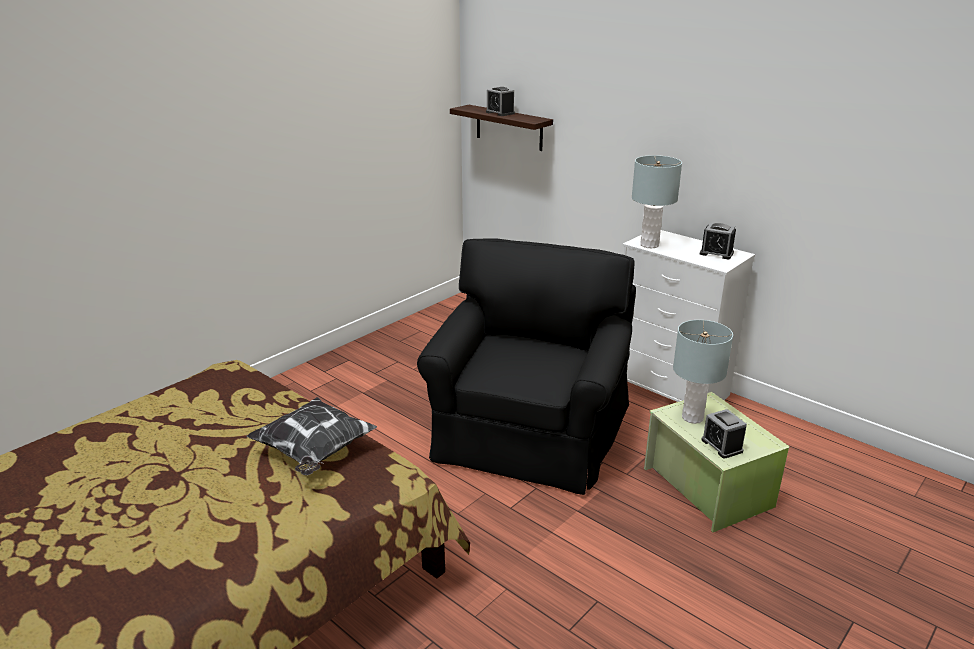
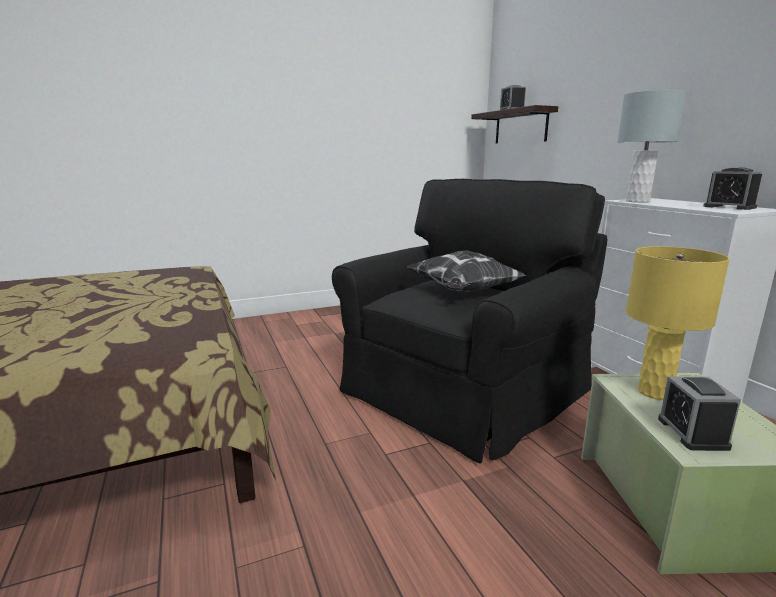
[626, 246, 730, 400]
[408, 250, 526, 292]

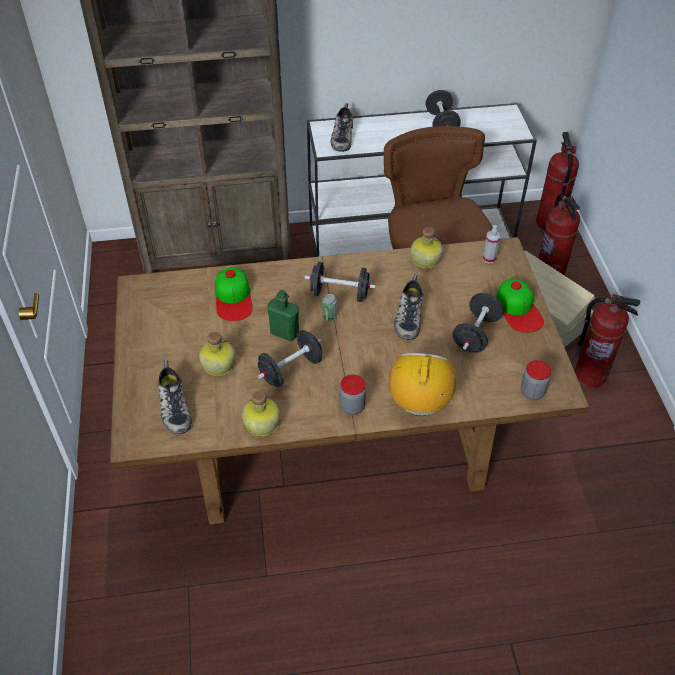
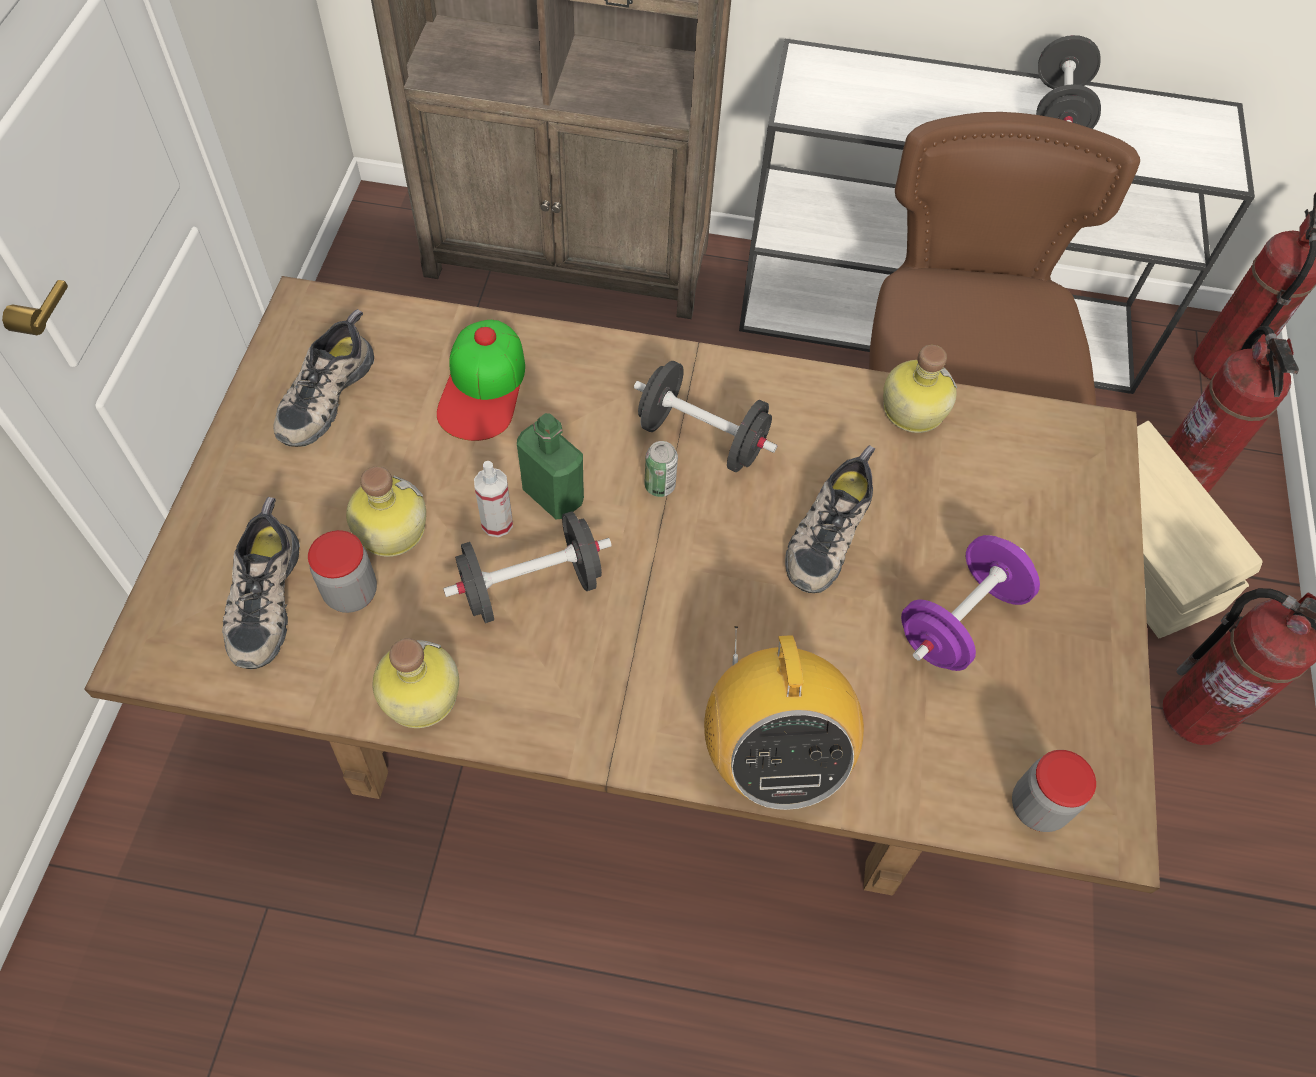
[273, 309, 374, 447]
[474, 461, 513, 537]
[496, 279, 544, 333] (first image)
[901, 535, 1040, 671]
[704, 626, 864, 810]
[308, 530, 377, 613]

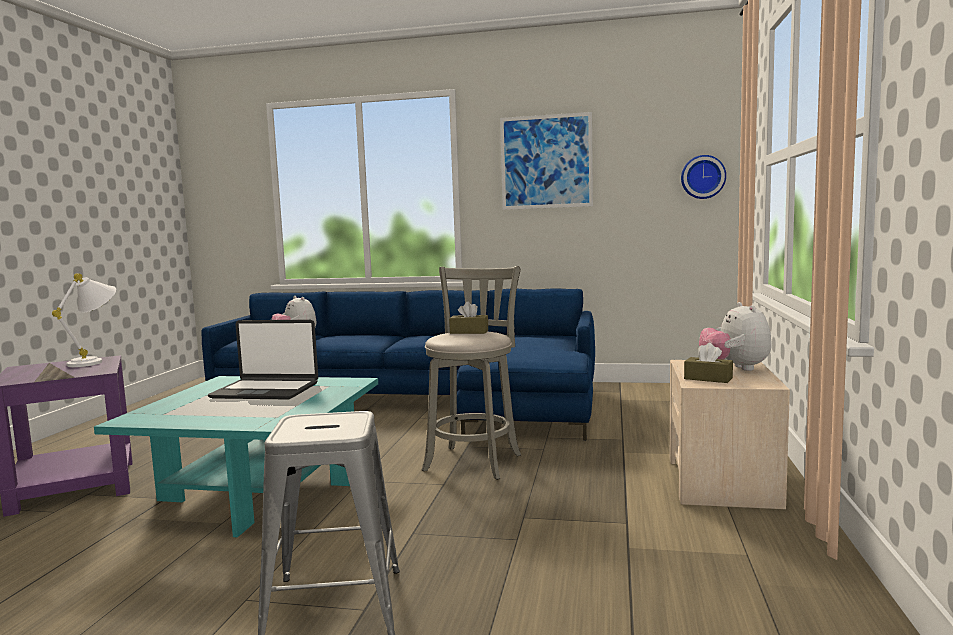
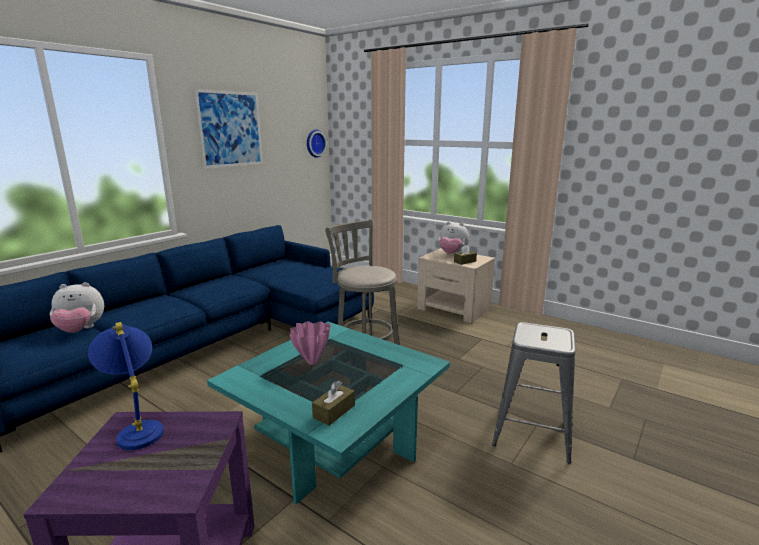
[88, 322, 164, 450]
[312, 380, 355, 426]
[290, 321, 331, 365]

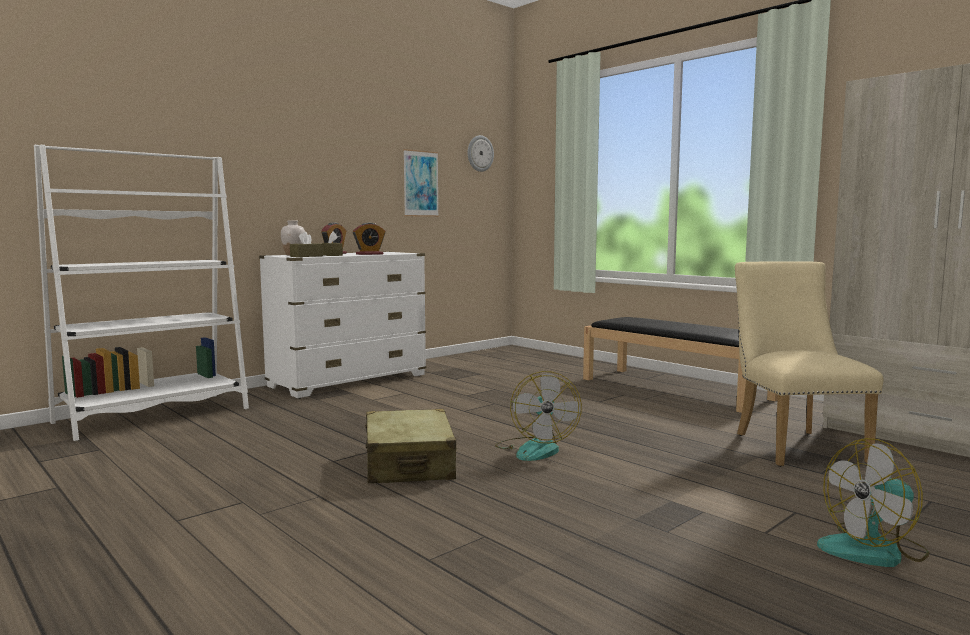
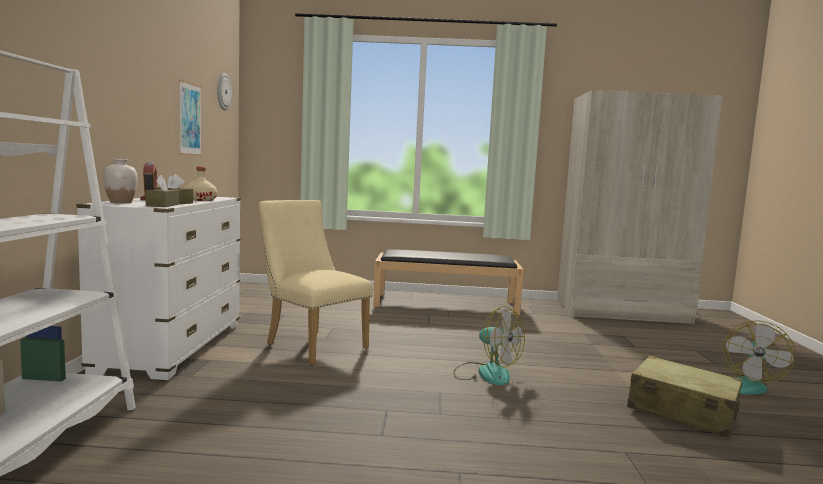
[185, 167, 217, 201]
[259, 200, 373, 365]
[627, 355, 743, 438]

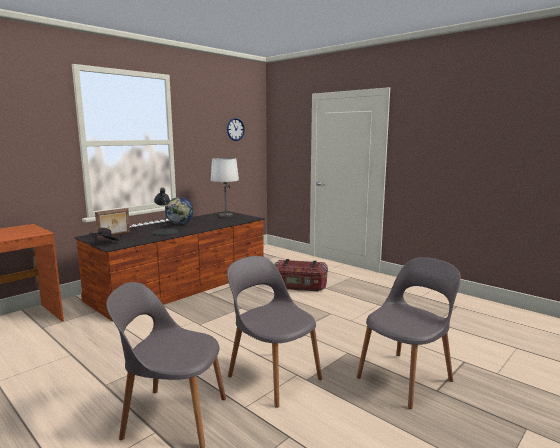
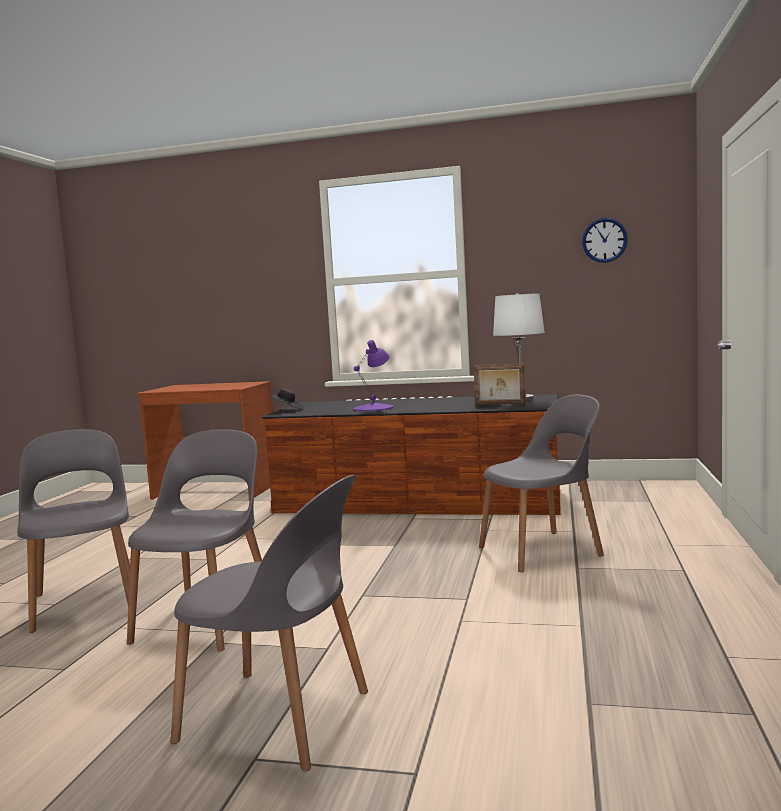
[354, 340, 394, 411]
[165, 197, 194, 225] (first image)
[474, 363, 526, 405]
[479, 395, 604, 572]

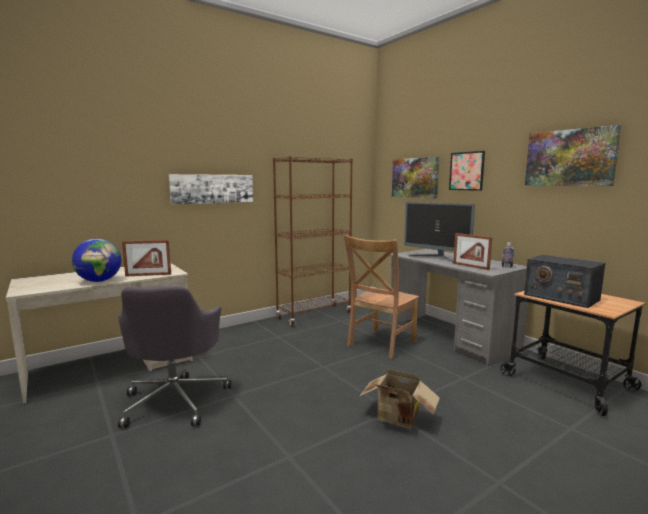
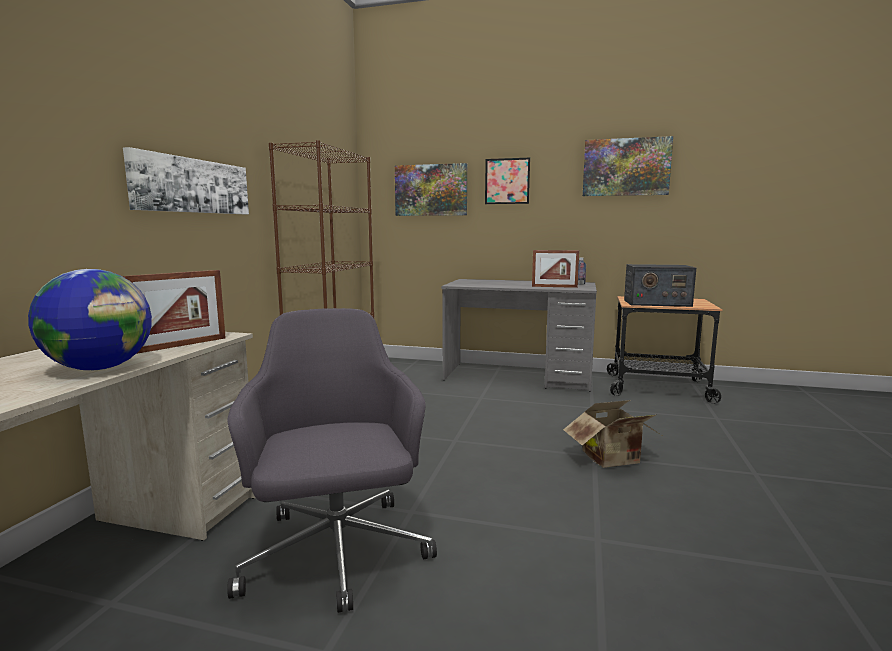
[404, 202, 475, 262] (first image)
[344, 235, 419, 359] (first image)
[227, 308, 437, 613]

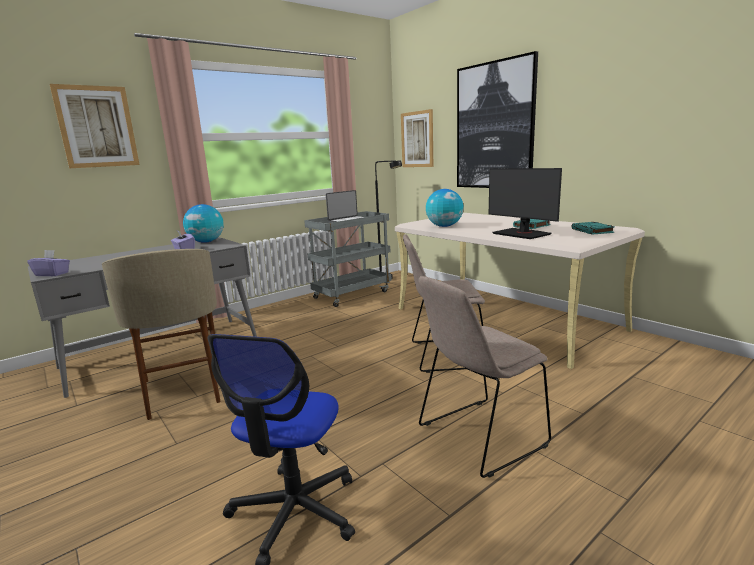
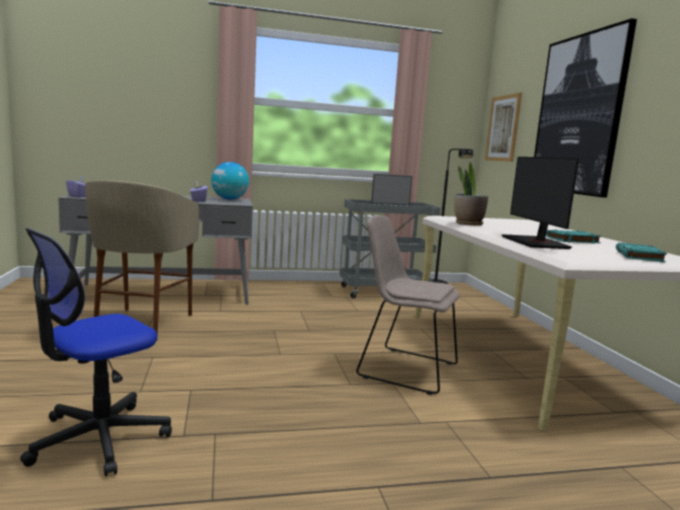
[50, 84, 140, 168] (first image)
[454, 163, 488, 225]
[418, 276, 551, 478] (first image)

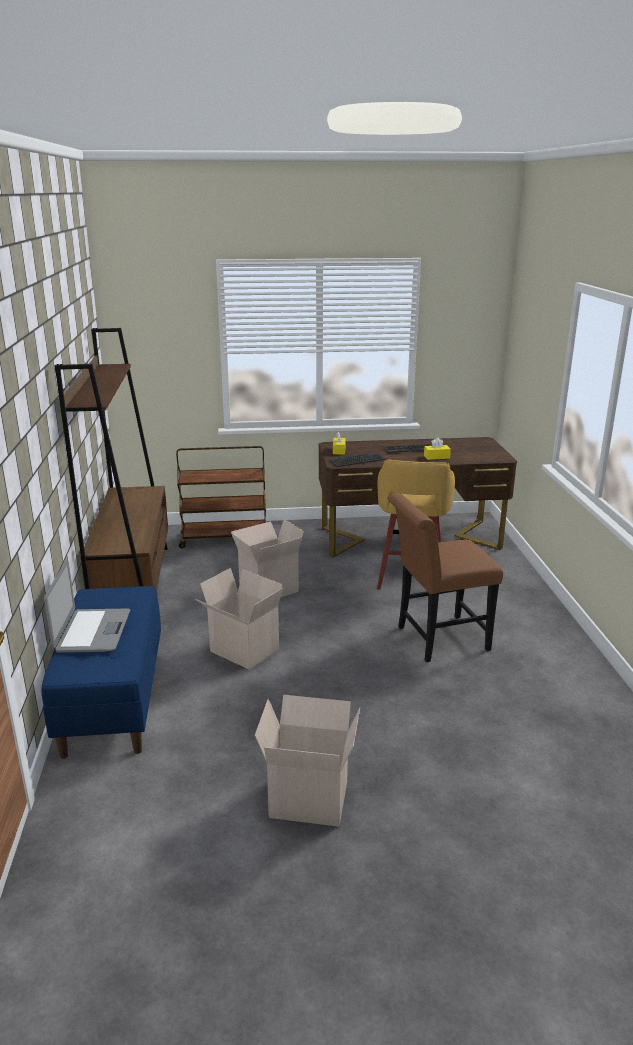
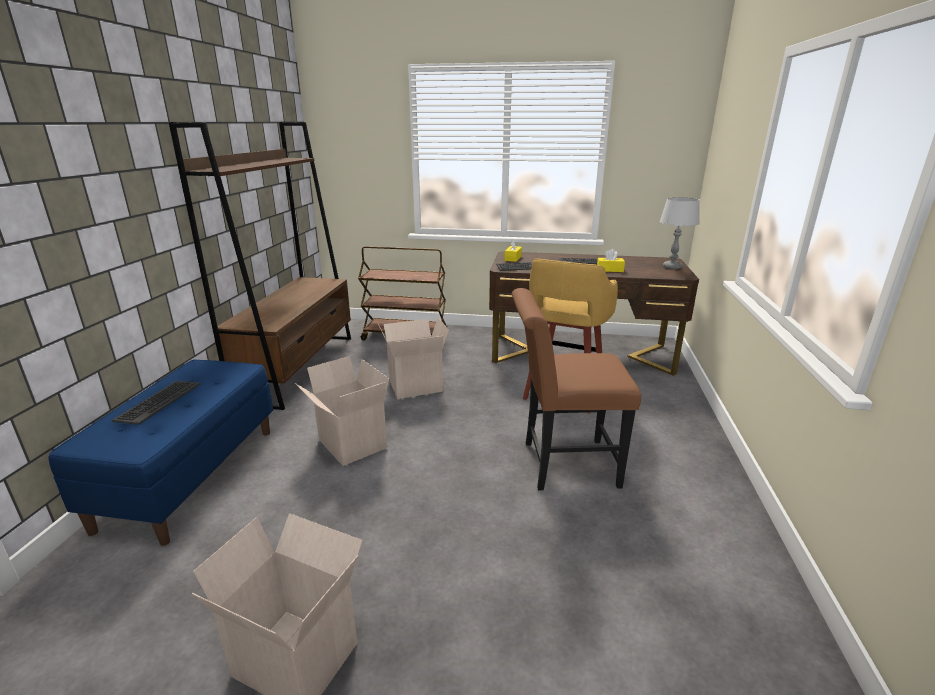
[112, 381, 200, 425]
[660, 197, 700, 269]

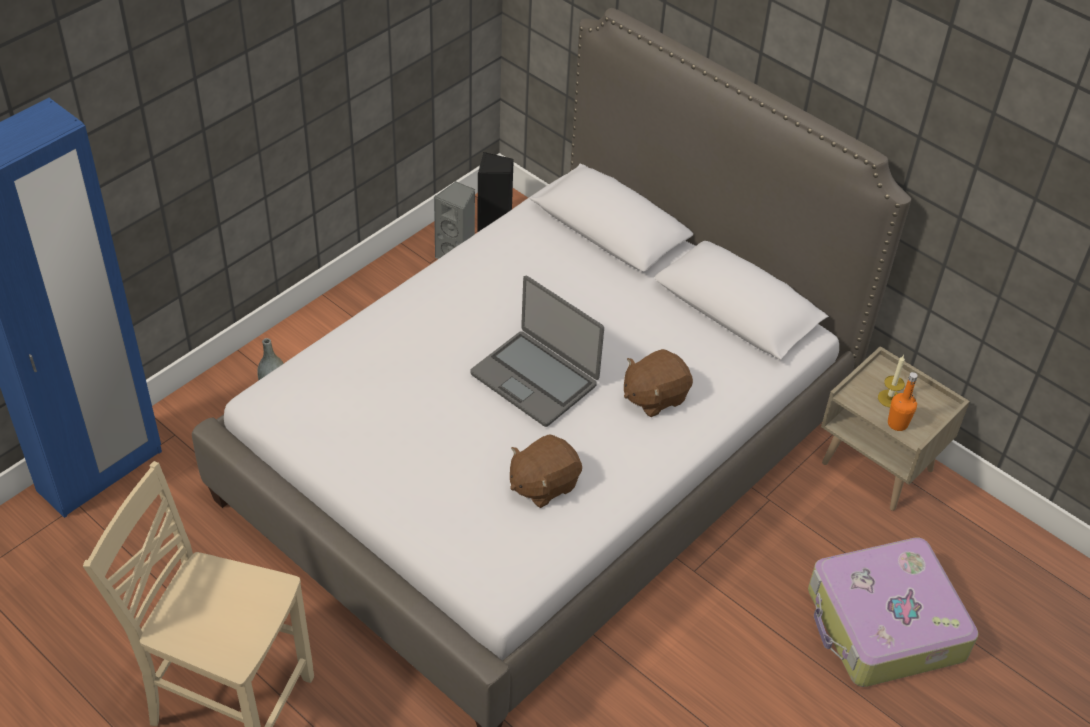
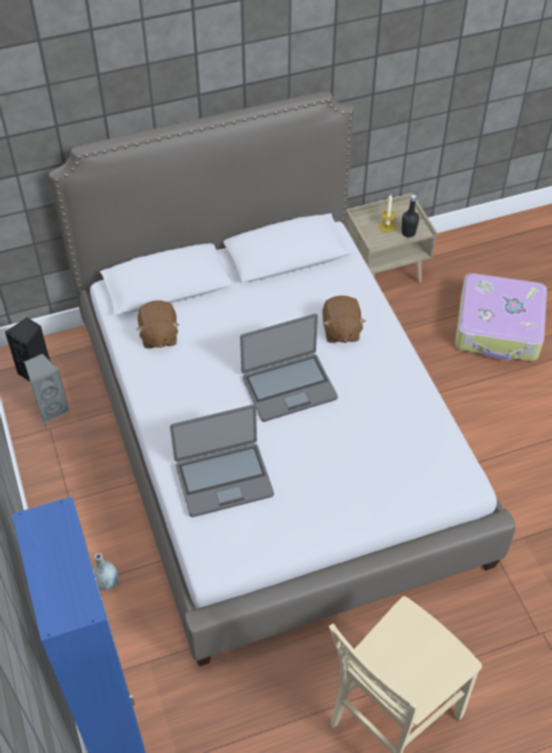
[402, 195, 419, 237]
[136, 300, 179, 349]
[170, 405, 274, 517]

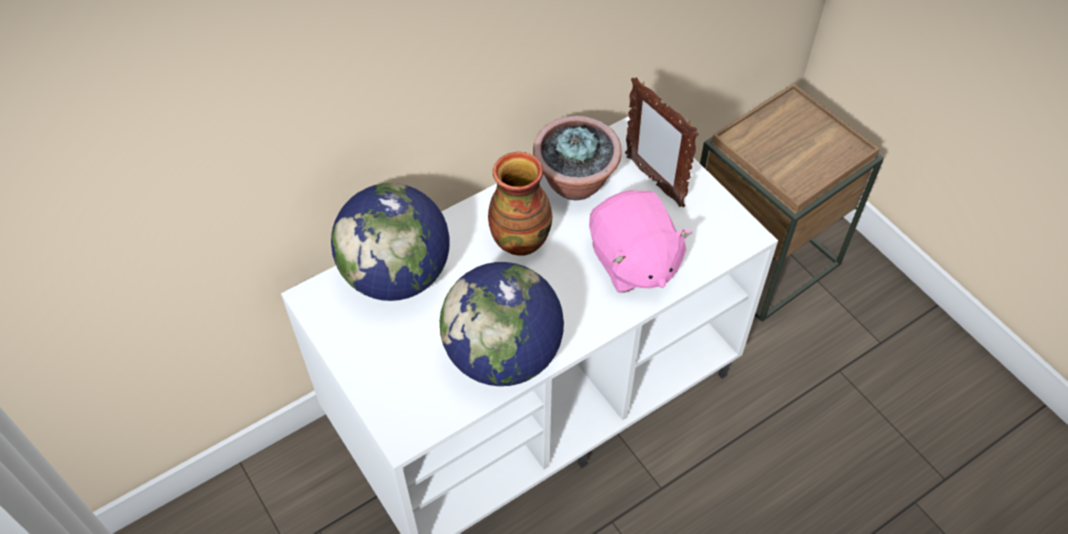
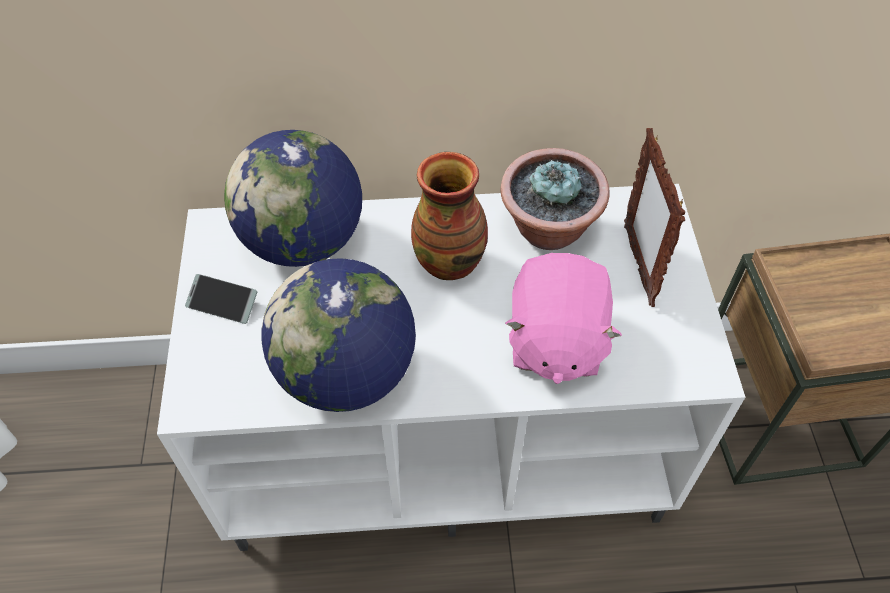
[185, 274, 257, 324]

